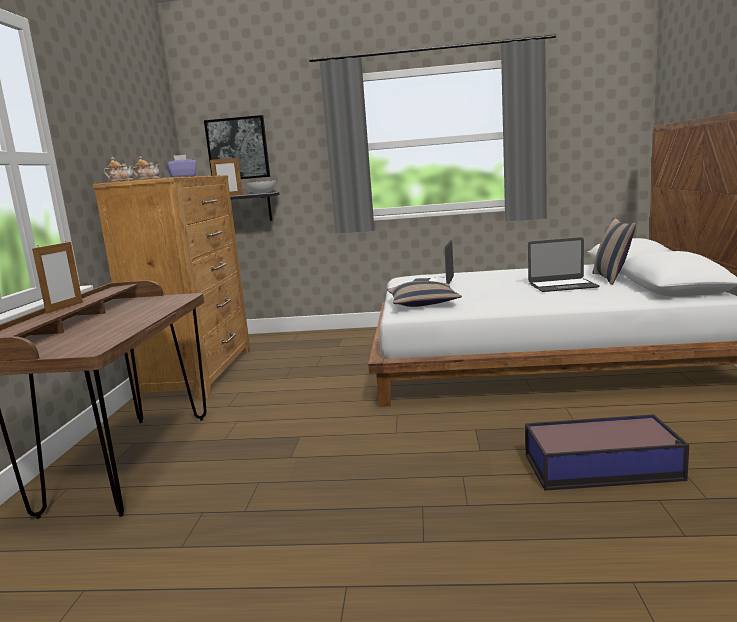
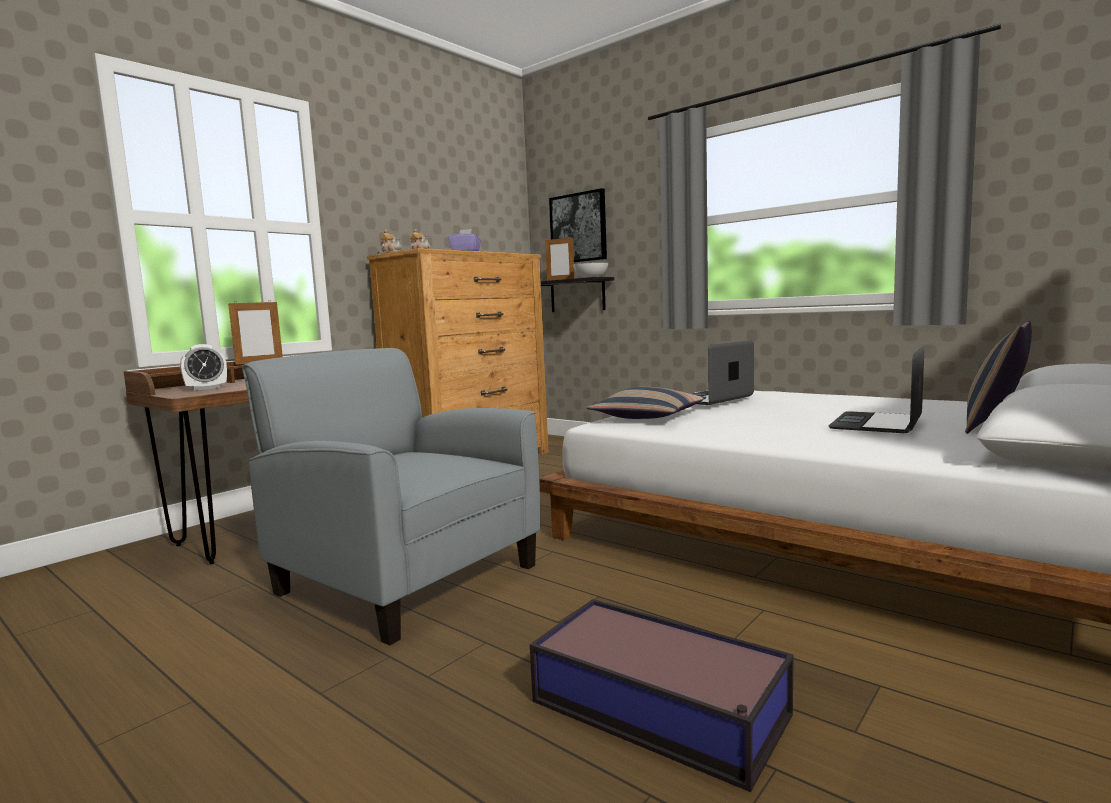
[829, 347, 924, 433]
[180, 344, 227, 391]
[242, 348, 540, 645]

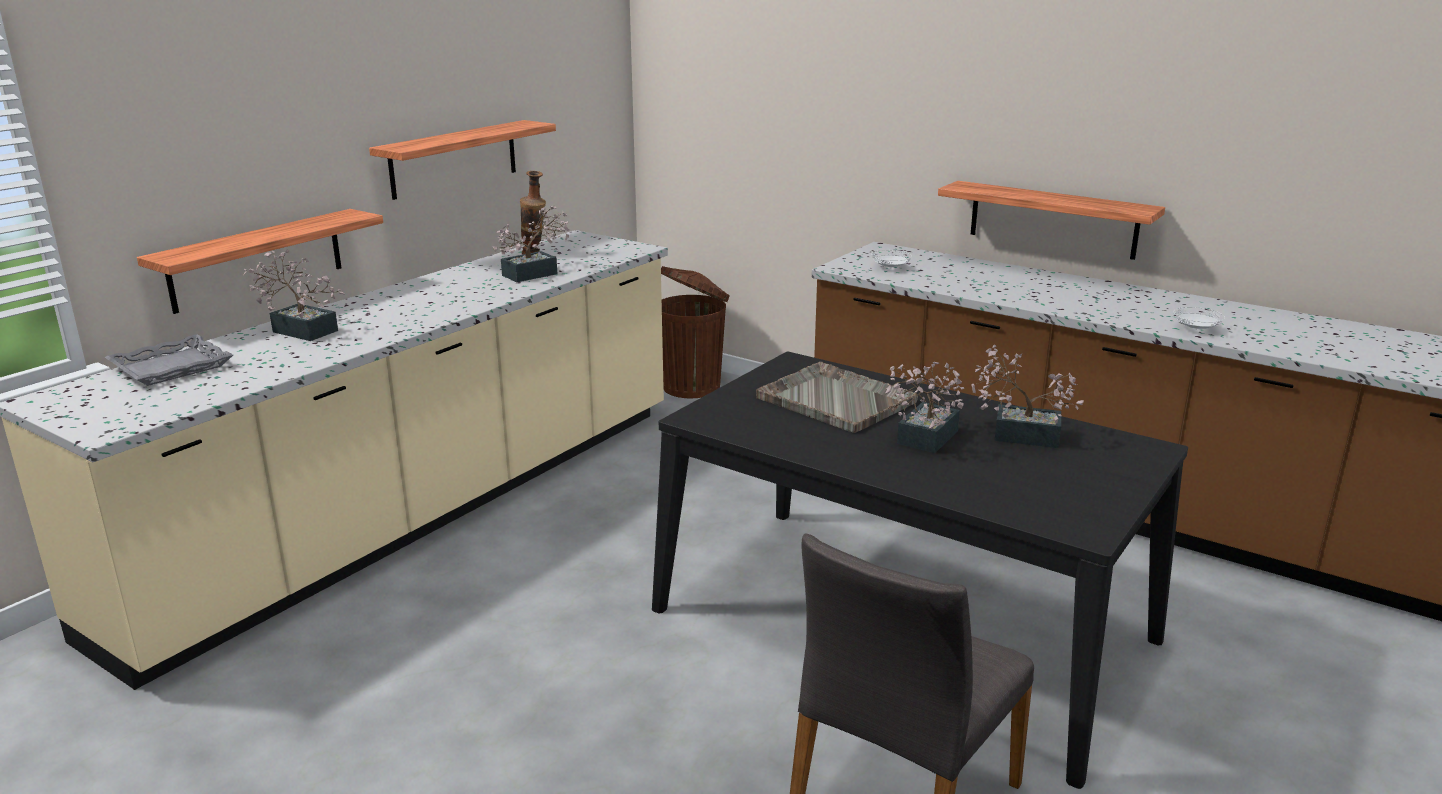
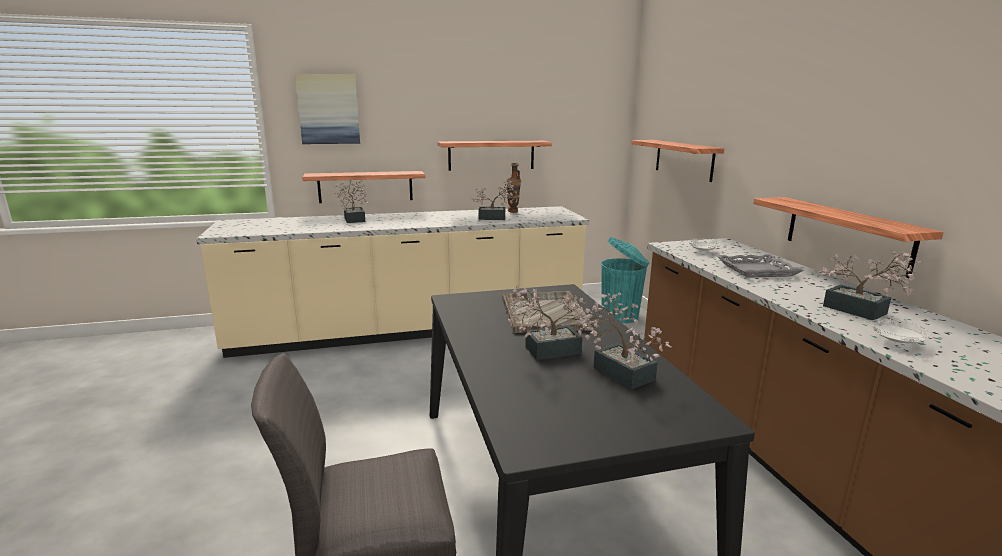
[601, 237, 649, 323]
[717, 254, 804, 278]
[295, 74, 360, 144]
[631, 140, 724, 182]
[818, 251, 921, 320]

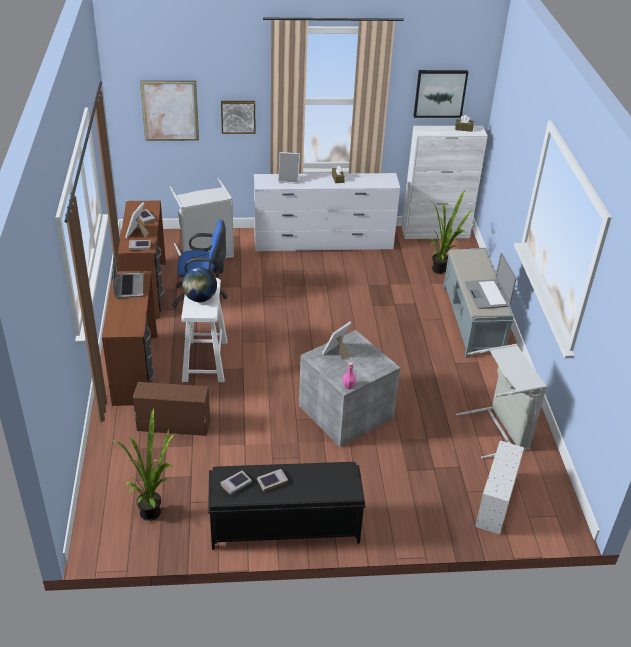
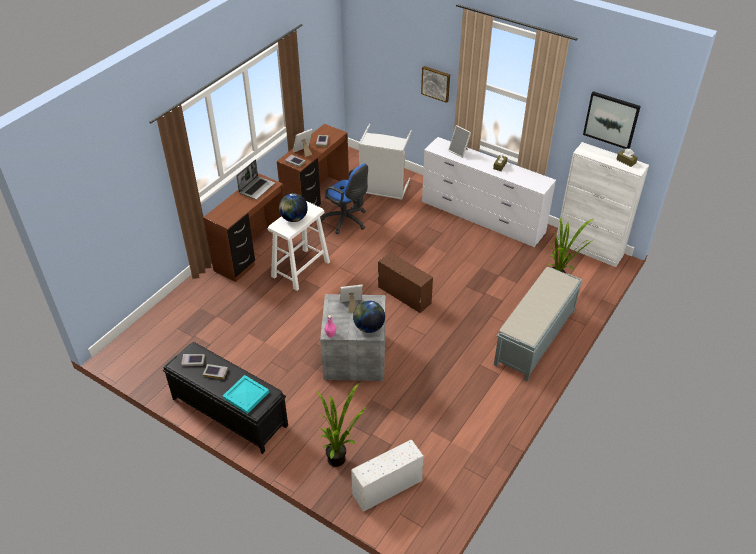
[140, 81, 199, 141] (first image)
[465, 253, 516, 309] (first image)
[456, 344, 547, 459] (first image)
[378, 252, 433, 313]
[316, 383, 367, 467]
[353, 301, 385, 333]
[223, 375, 269, 414]

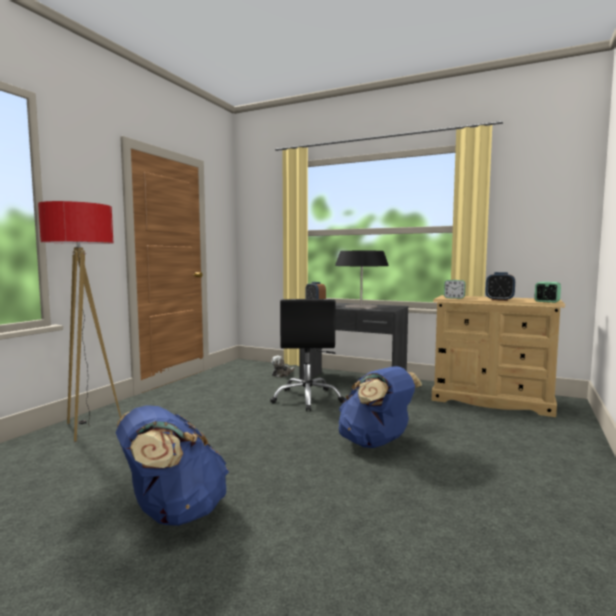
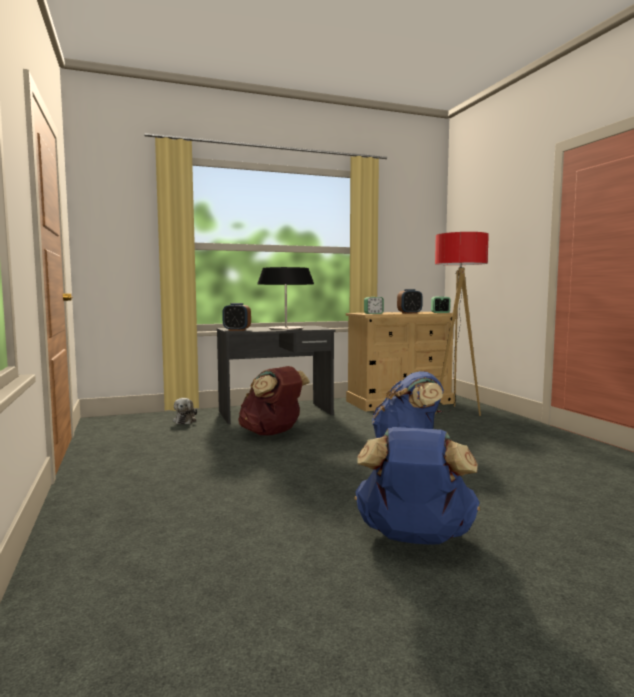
[435, 232, 489, 416]
[238, 366, 310, 435]

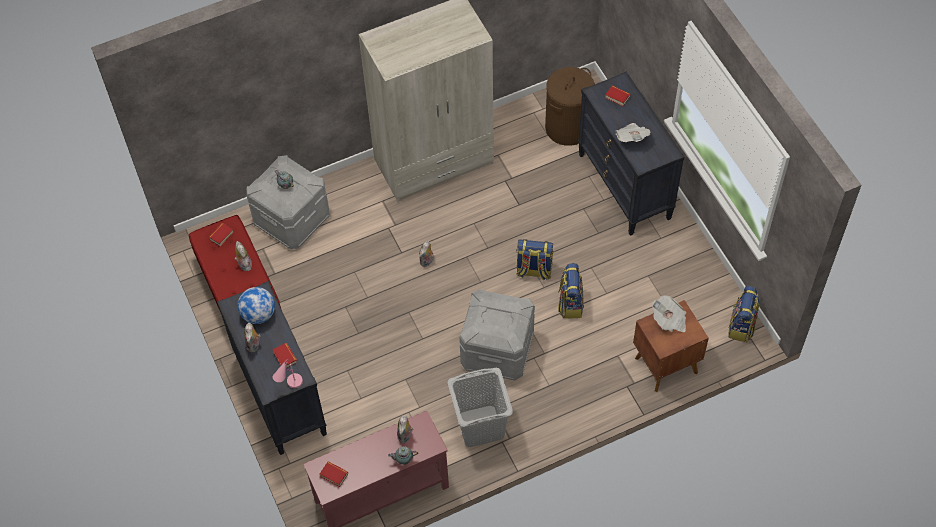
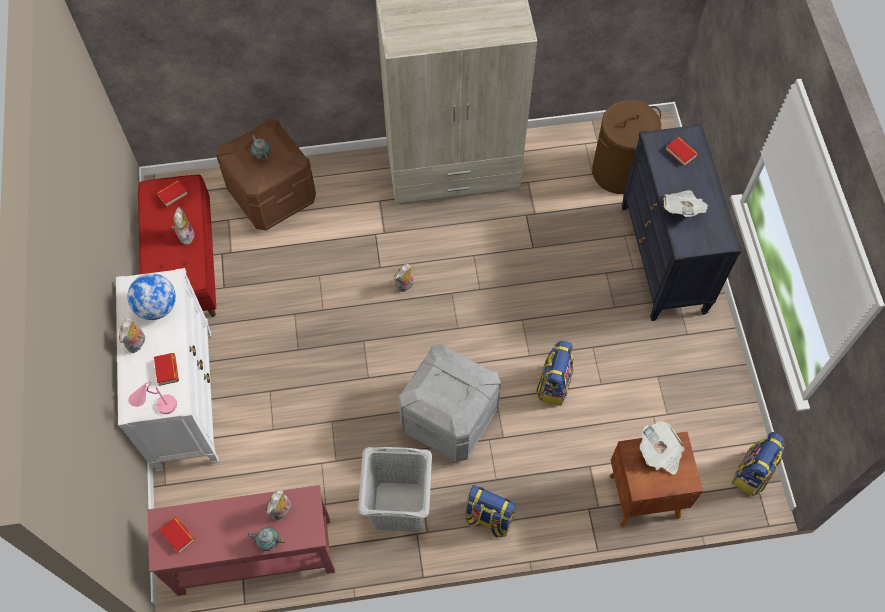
[216, 119, 316, 231]
[465, 485, 517, 538]
[116, 268, 219, 472]

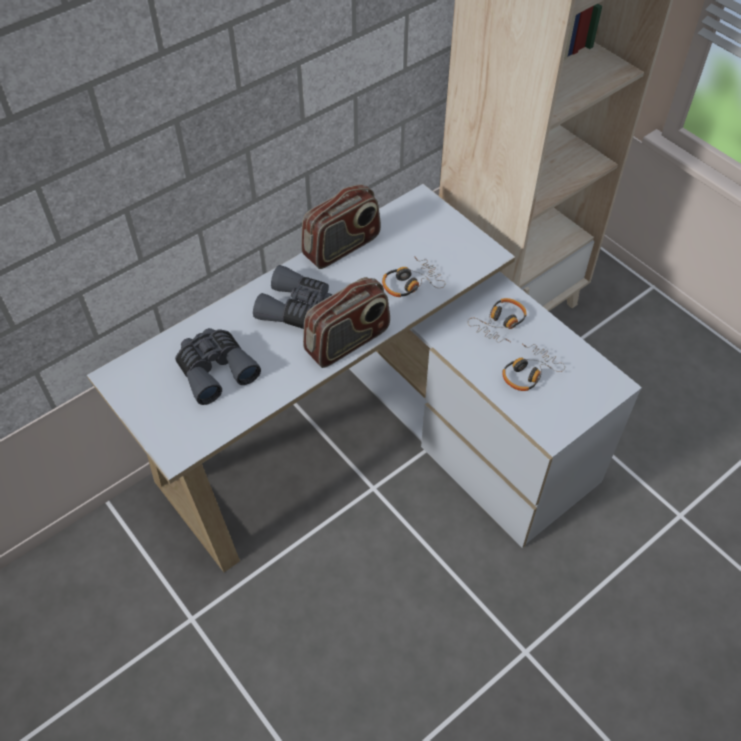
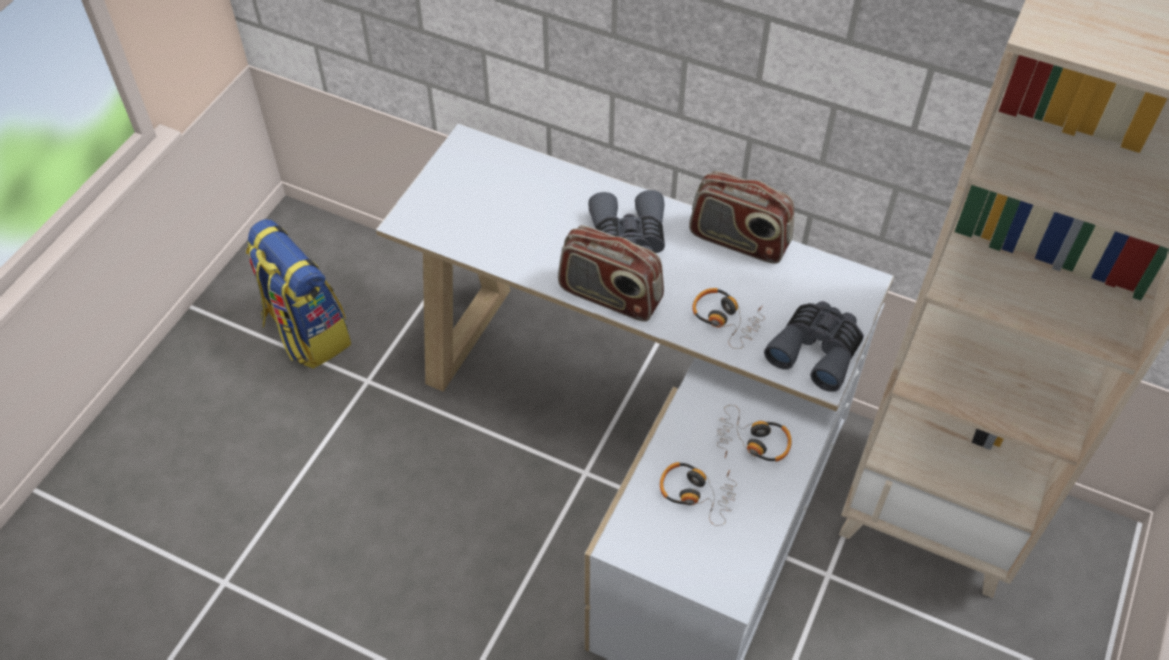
[764, 301, 864, 392]
[246, 219, 351, 369]

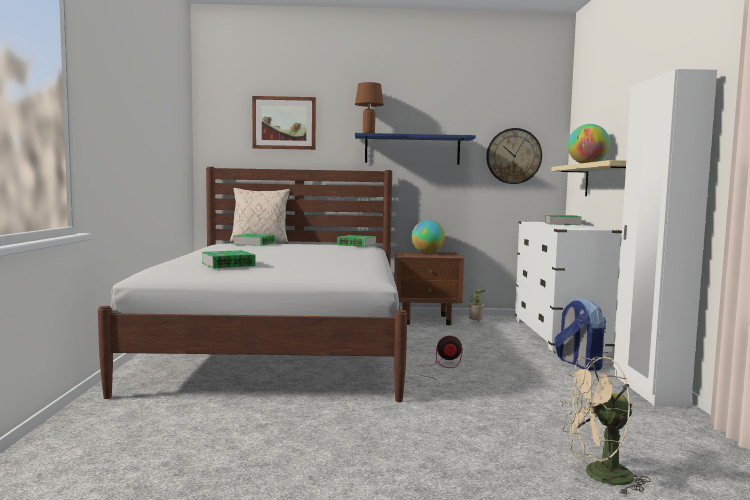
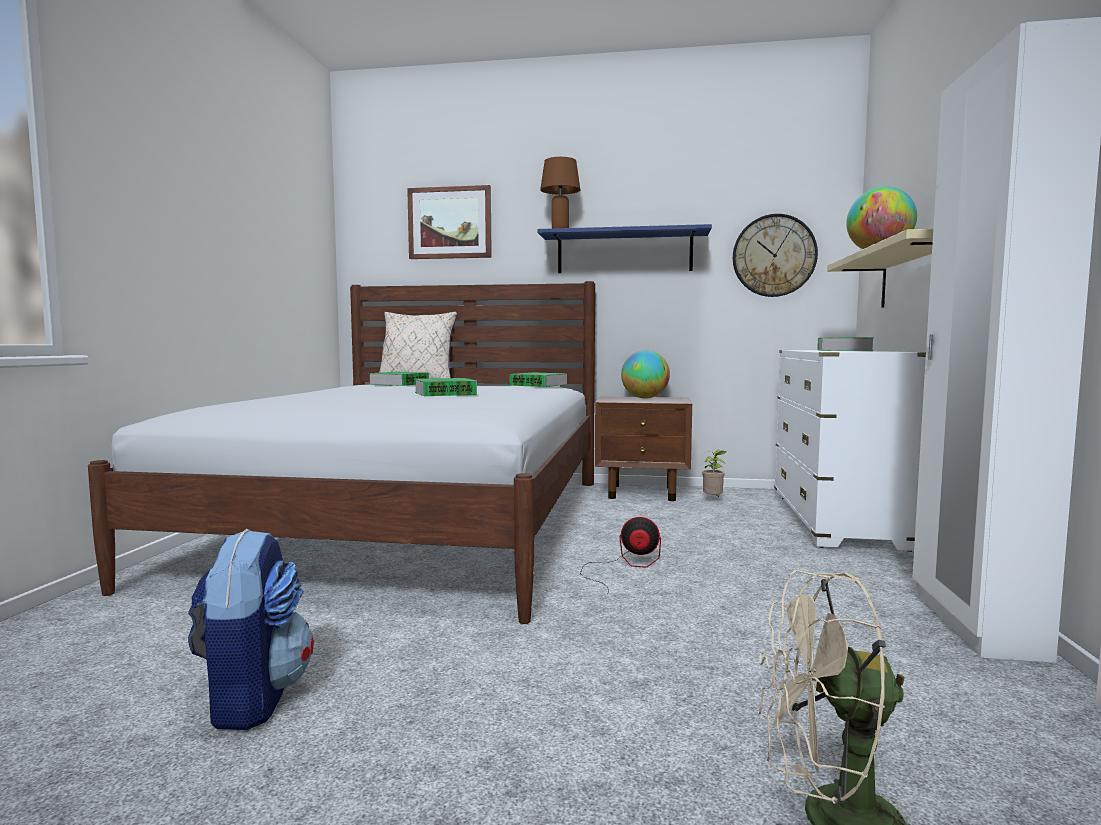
[415, 378, 477, 396]
[188, 529, 314, 730]

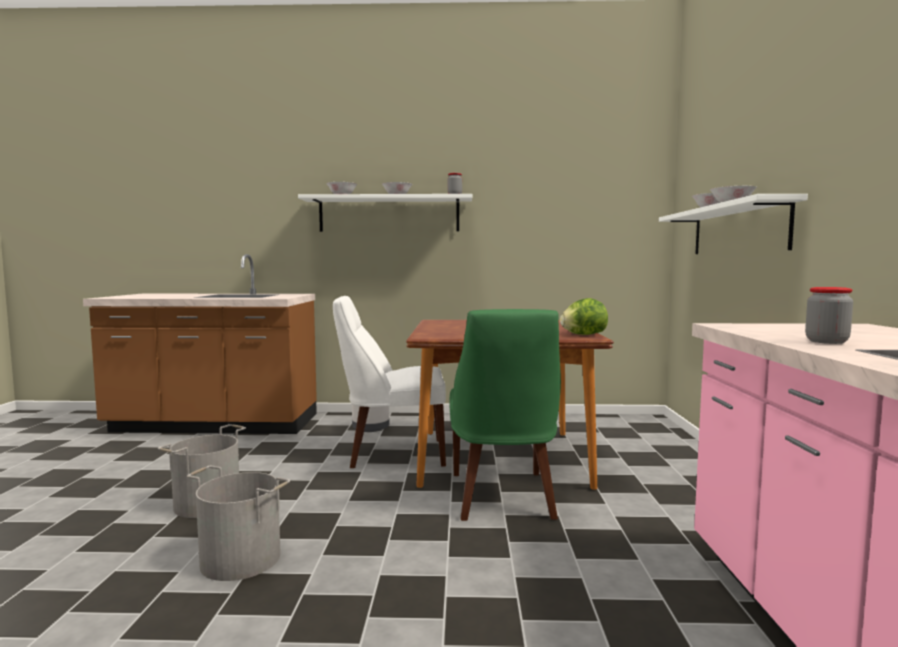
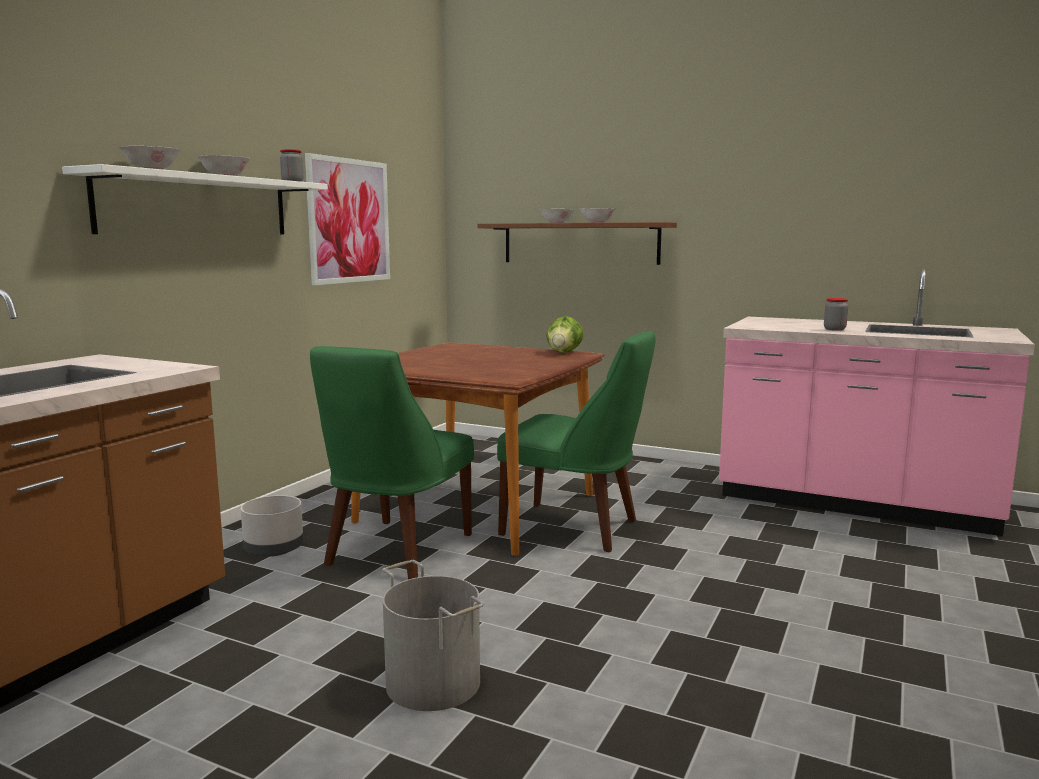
[477, 222, 677, 265]
[310, 346, 474, 579]
[186, 465, 290, 581] (first image)
[305, 153, 390, 285]

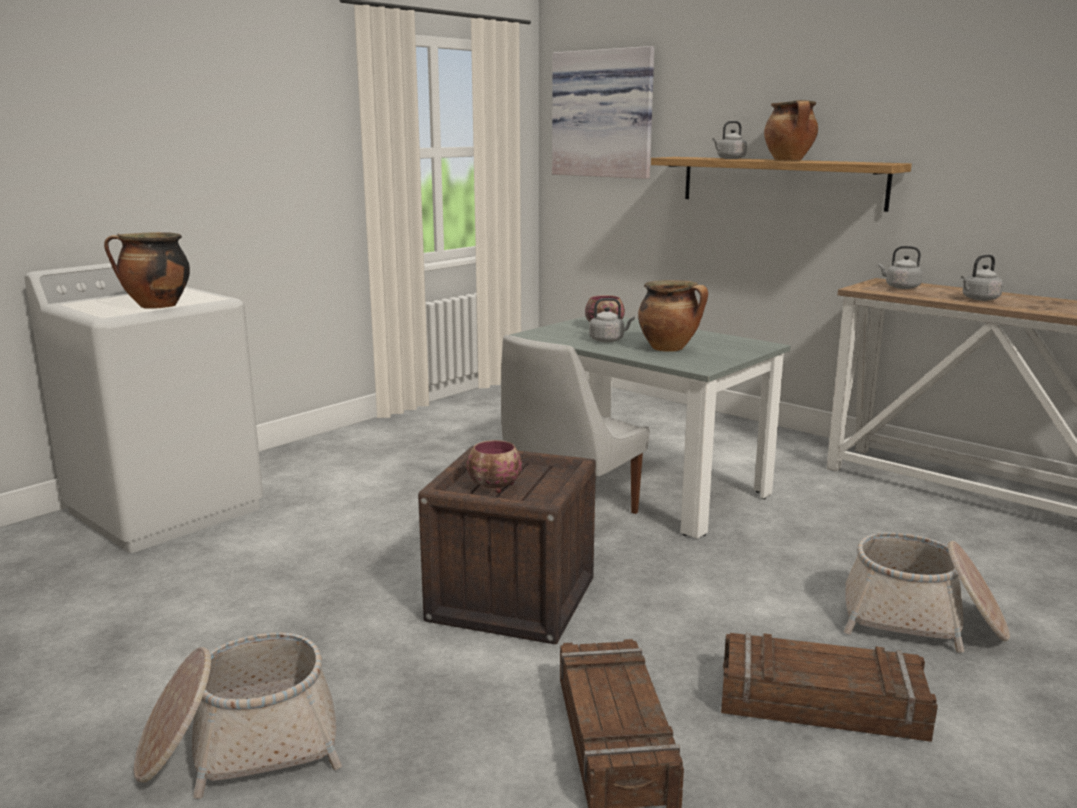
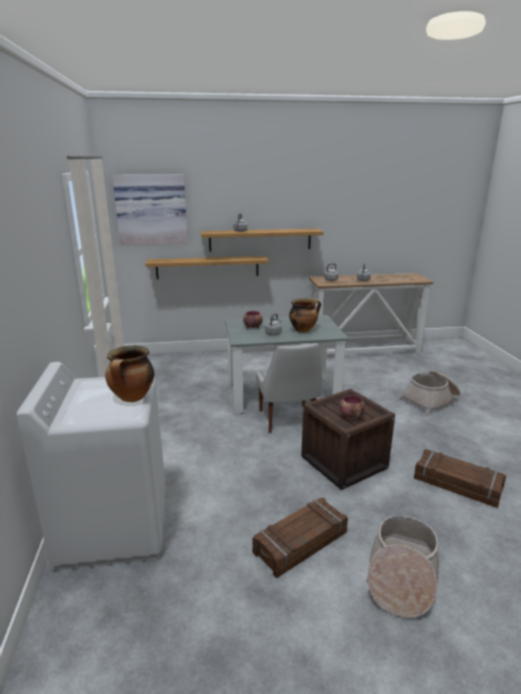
[764, 100, 818, 161] (first image)
[252, 498, 348, 578]
[145, 256, 269, 279]

